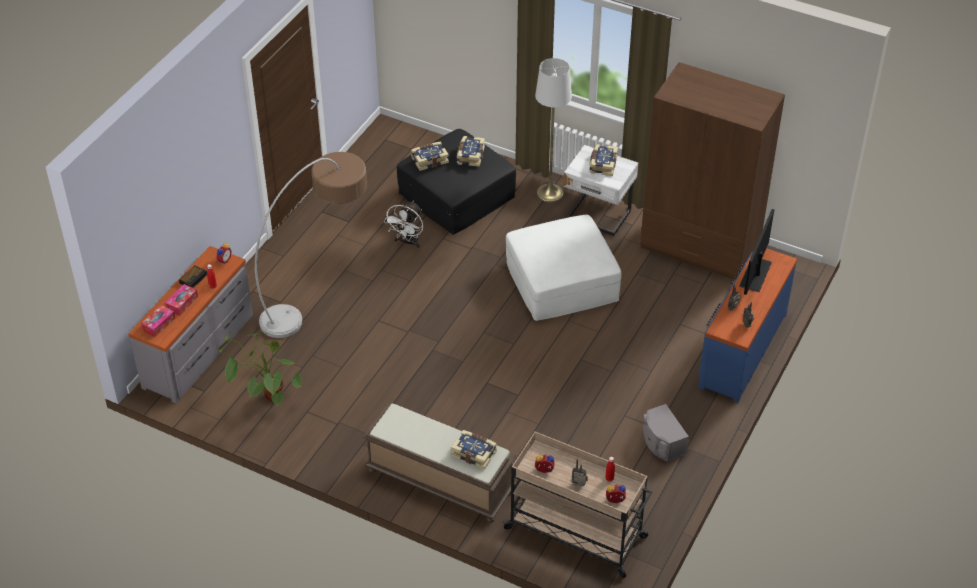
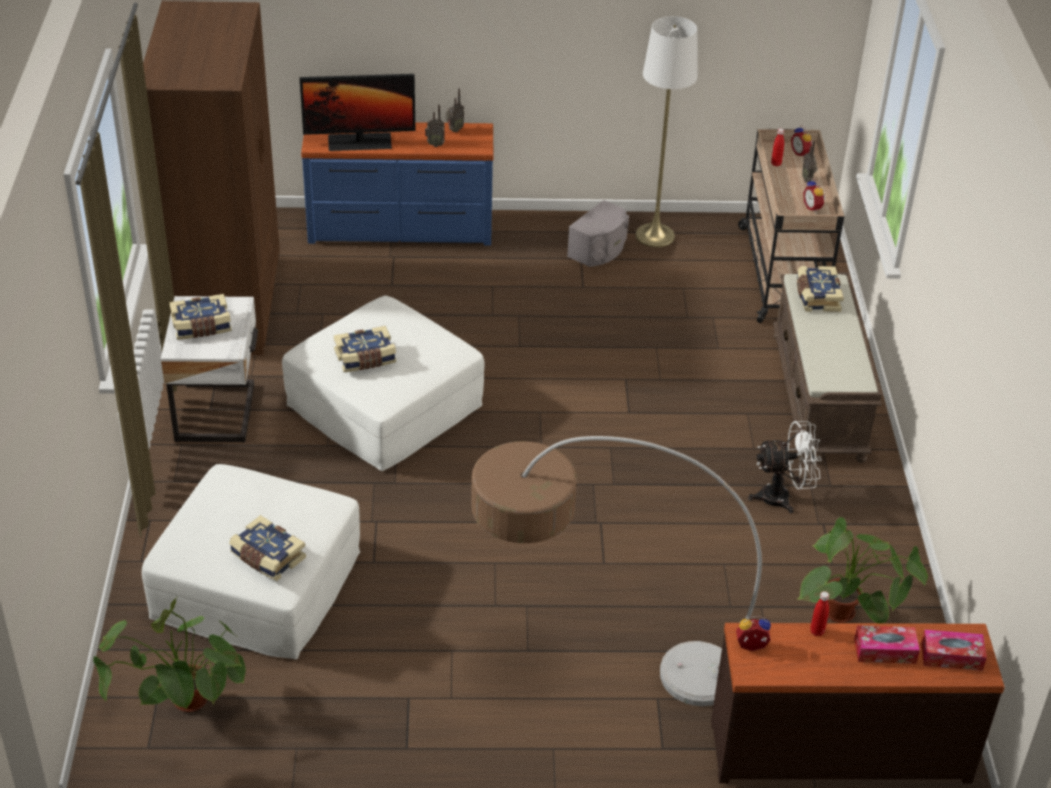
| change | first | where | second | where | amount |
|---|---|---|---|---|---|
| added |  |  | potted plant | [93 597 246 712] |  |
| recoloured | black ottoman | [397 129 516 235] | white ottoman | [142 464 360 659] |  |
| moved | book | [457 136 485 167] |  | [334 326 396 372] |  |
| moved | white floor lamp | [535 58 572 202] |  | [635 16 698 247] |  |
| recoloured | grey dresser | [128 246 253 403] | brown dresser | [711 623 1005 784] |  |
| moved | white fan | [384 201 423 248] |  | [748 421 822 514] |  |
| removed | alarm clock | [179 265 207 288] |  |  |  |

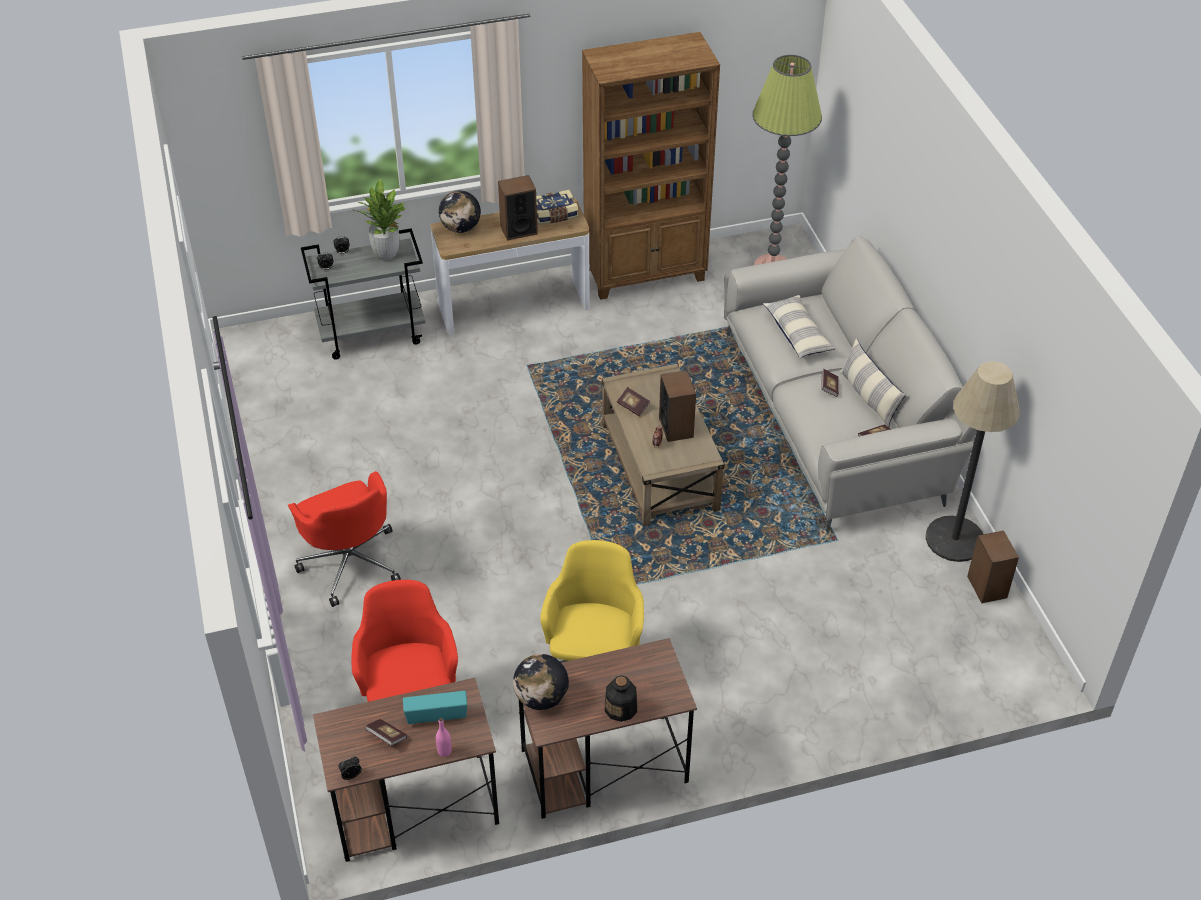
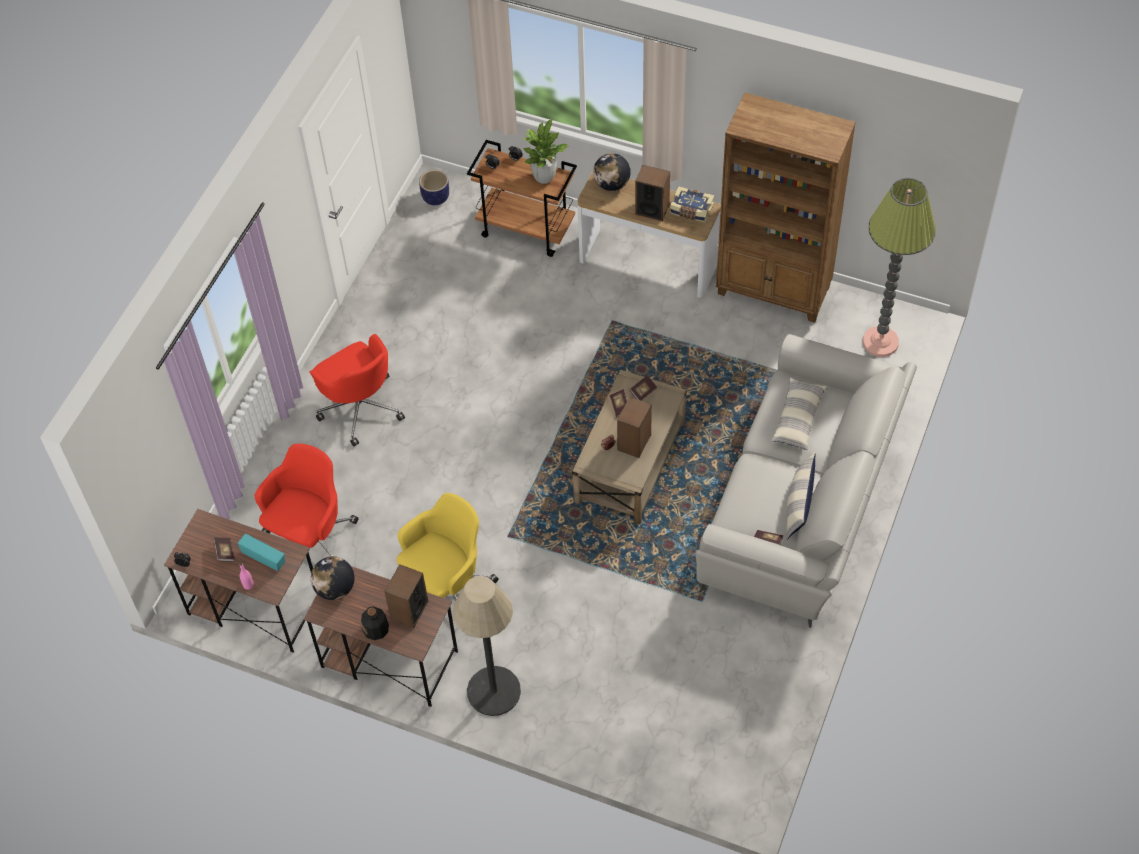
| change | first | where | second | where | amount |
|---|---|---|---|---|---|
| turned | red office chair | [288 471 401 607] |  | [309 334 405 446] | 45 degrees counterclockwise |
| moved | speaker | [967 530 1019 603] |  | [384 564 428 628] |  |
| added |  |  | planter | [419 170 449 205] |  |
| moved | floor lamp | [926 361 1020 562] |  | [453 576 521 716] |  |
| recoloured | grey cart | [301 228 425 360] | brown cart | [467 140 577 257] |  |
| moved | book | [821 369 839 397] |  | [630 375 657 400] |  |

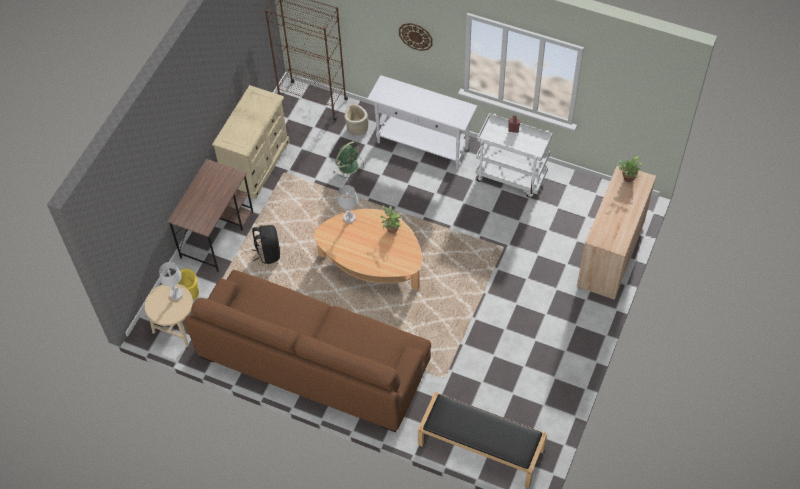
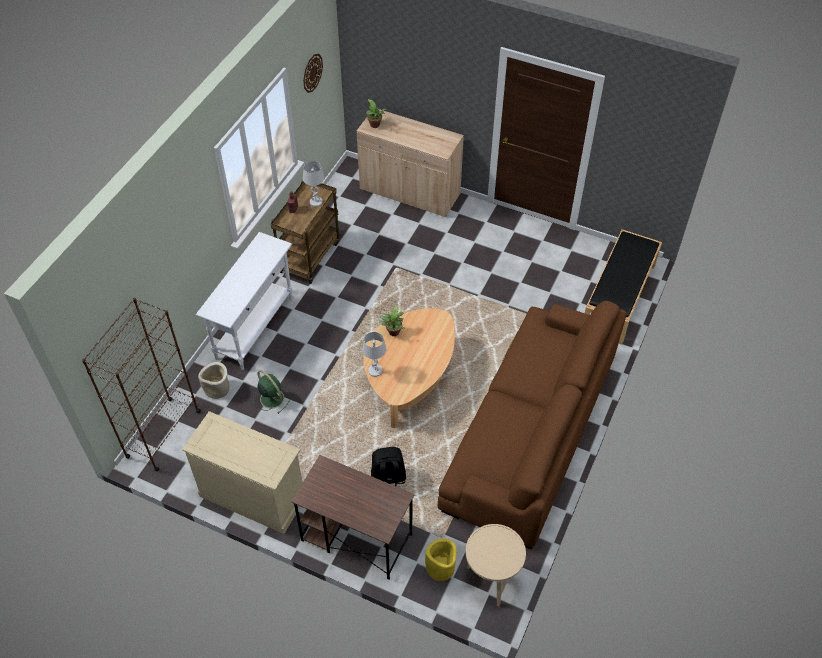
| change | first | where | second | where | amount |
|---|---|---|---|---|---|
| recoloured | white cart | [475 113 553 198] | brown cart | [271 181 340 284] |  |
| moved | wall clock | [399 23 433 51] |  | [303 54 323 93] |  |
| moved | white table lamp | [159 262 183 300] |  | [303 161 325 207] |  |

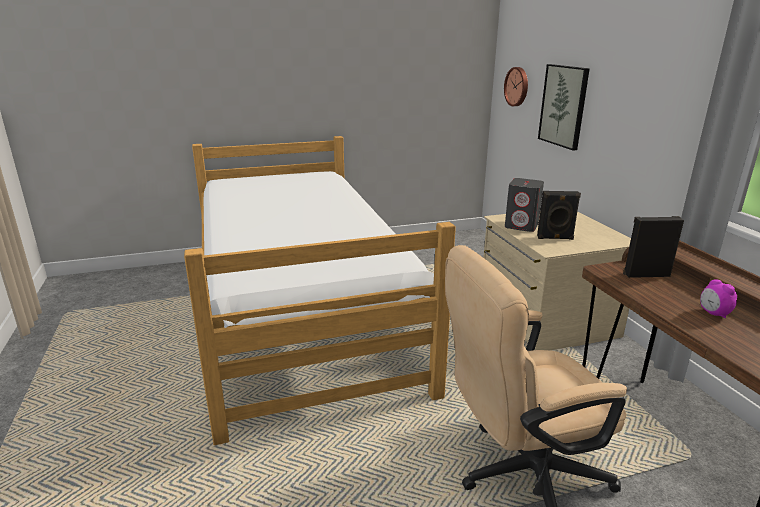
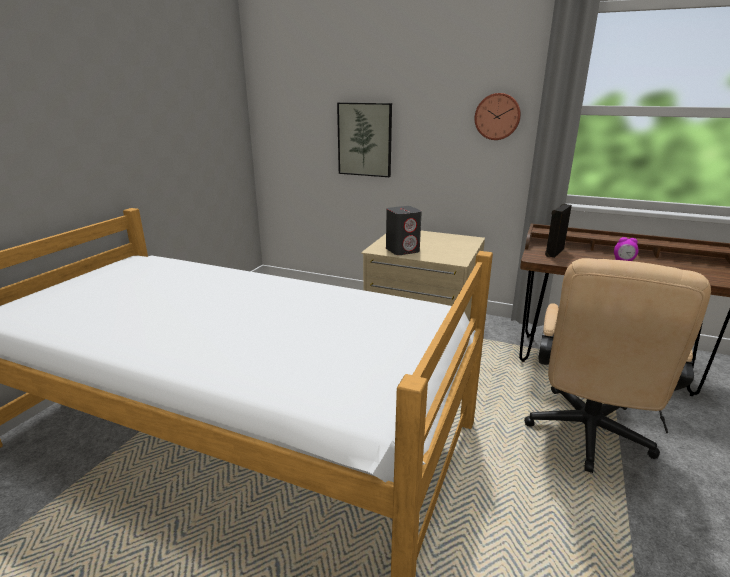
| change | first | where | second | where | amount |
|---|---|---|---|---|---|
| moved | wall clock | [504 67 528 106] |  | [475 93 521 140] |  |
| removed | black speaker | [537 191 581 240] |  |  |  |

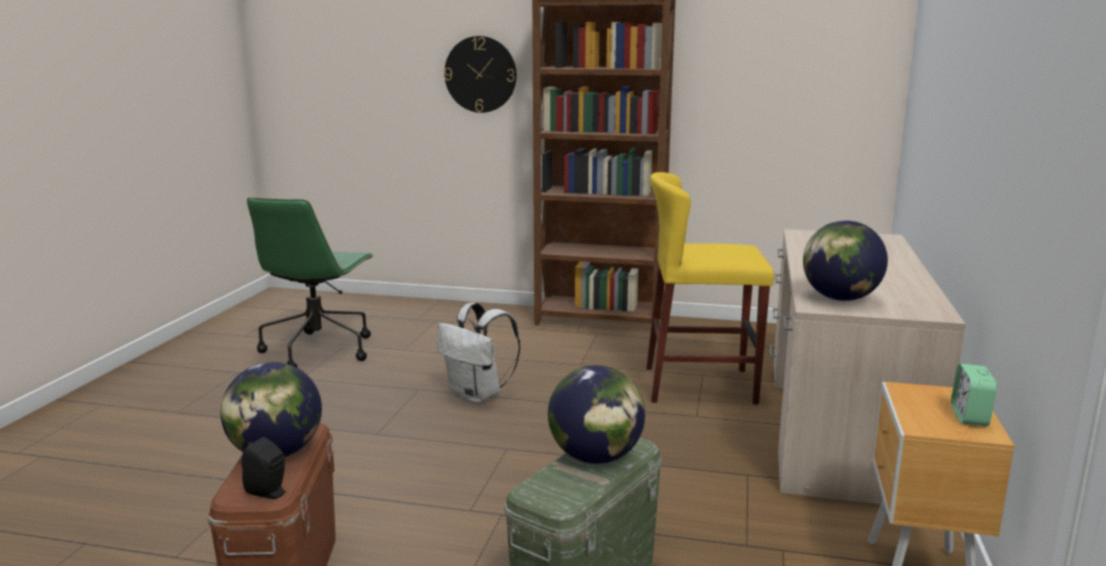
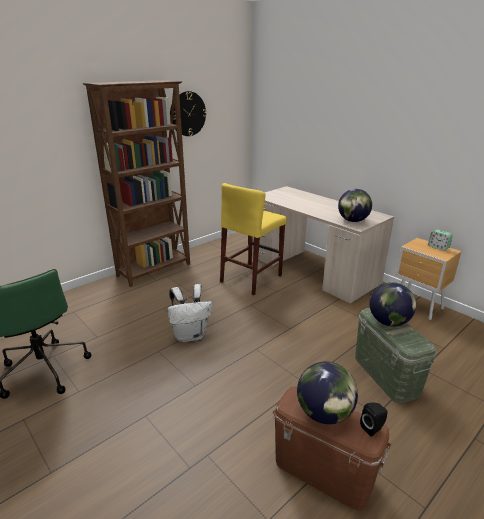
| change | first | where | second | where | amount |
|---|---|---|---|---|---|
| moved | wall clock | [444 36 517 113] |  | [170 91 207 136] |  |

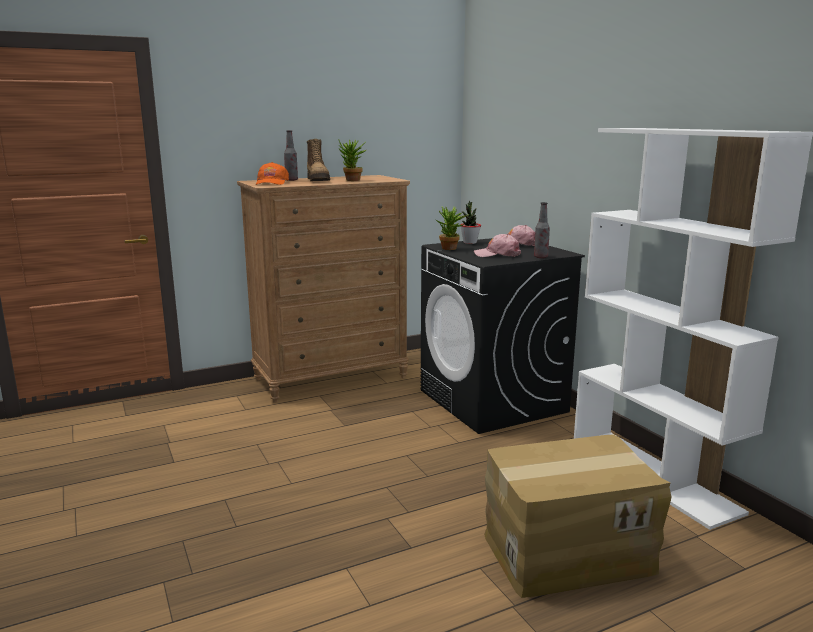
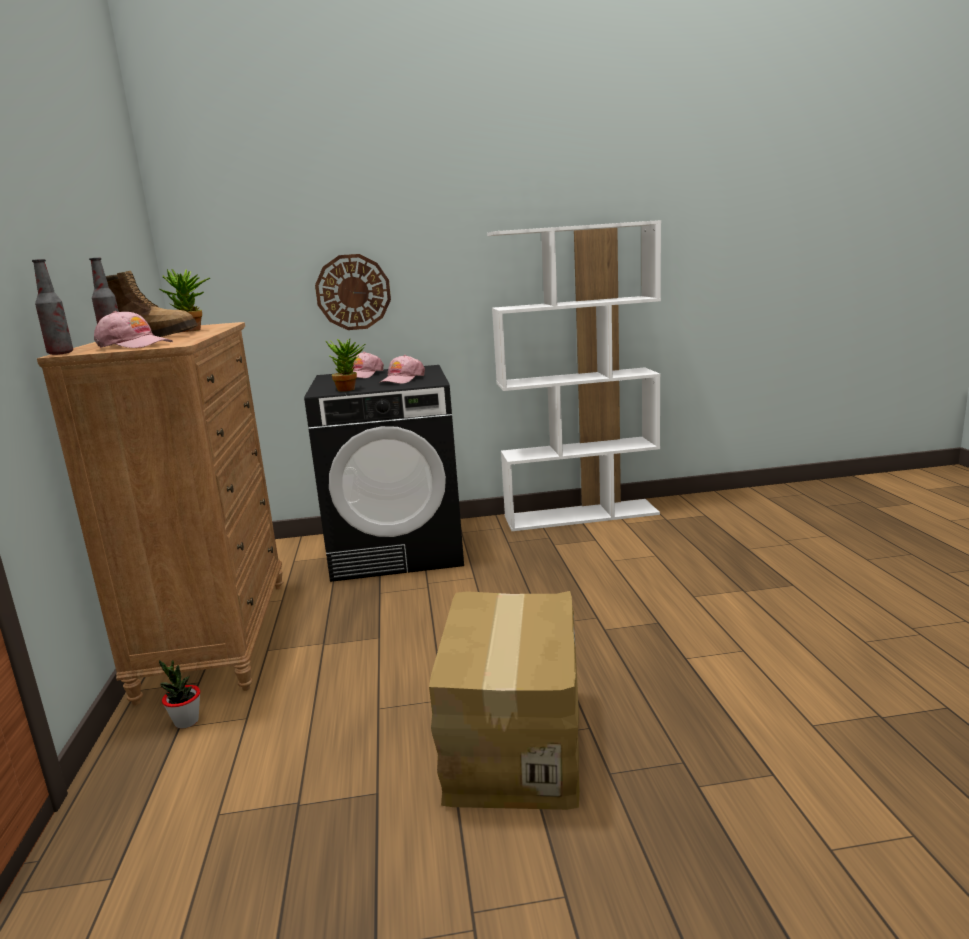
| change | first | where | second | where | amount |
|---|---|---|---|---|---|
| moved | bottle | [534 202 550 258] |  | [32 259 73 355] |  |
| recoloured | orange cap | [256 162 289 185] | pink cap | [94 311 173 348] |  |
| moved | potted plant | [460 201 481 244] |  | [159 660 200 729] |  |
| added |  |  | wall clock | [315 254 391 330] |  |
| moved | cardboard box | [484 434 671 598] |  | [429 591 580 810] |  |

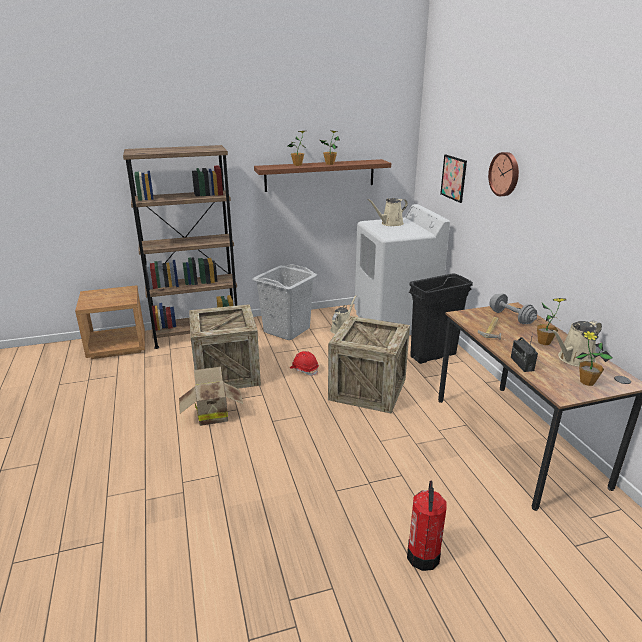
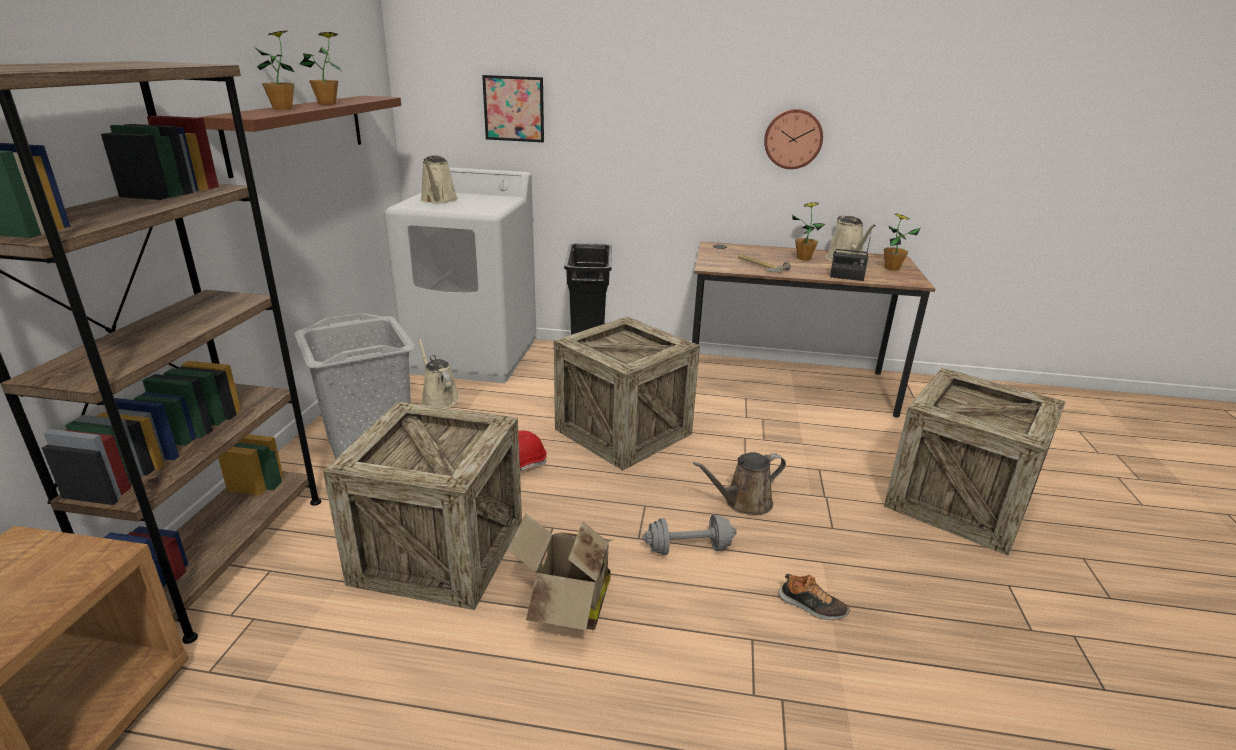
| change | first | where | second | where | amount |
|---|---|---|---|---|---|
| moved | grey dumbbell | [489 293 537 324] |  | [642 515 737 555] |  |
| added |  |  | brown watering can | [693 452 786 515] |  |
| moved | wall clock | [488 152 519 196] |  | [764 109 823 169] |  |
| added |  |  | shoe | [778 574 850 620] |  |
| replaced | fire extinguisher | [407 481 446 571] | crate | [884 368 1066 556] |  |

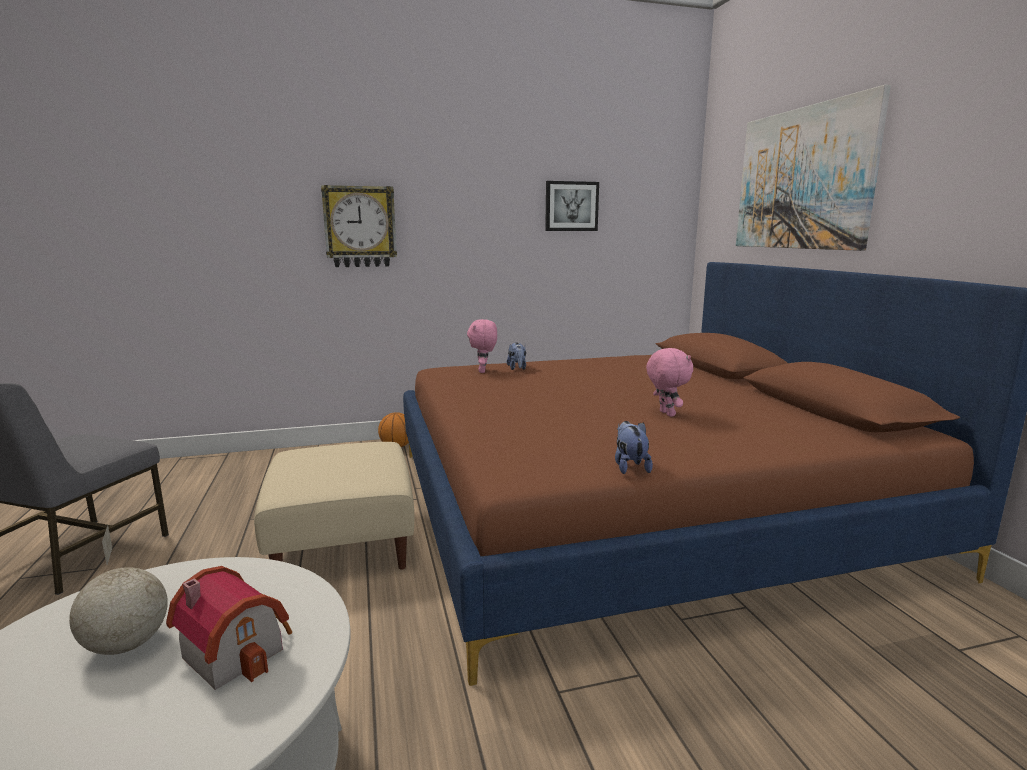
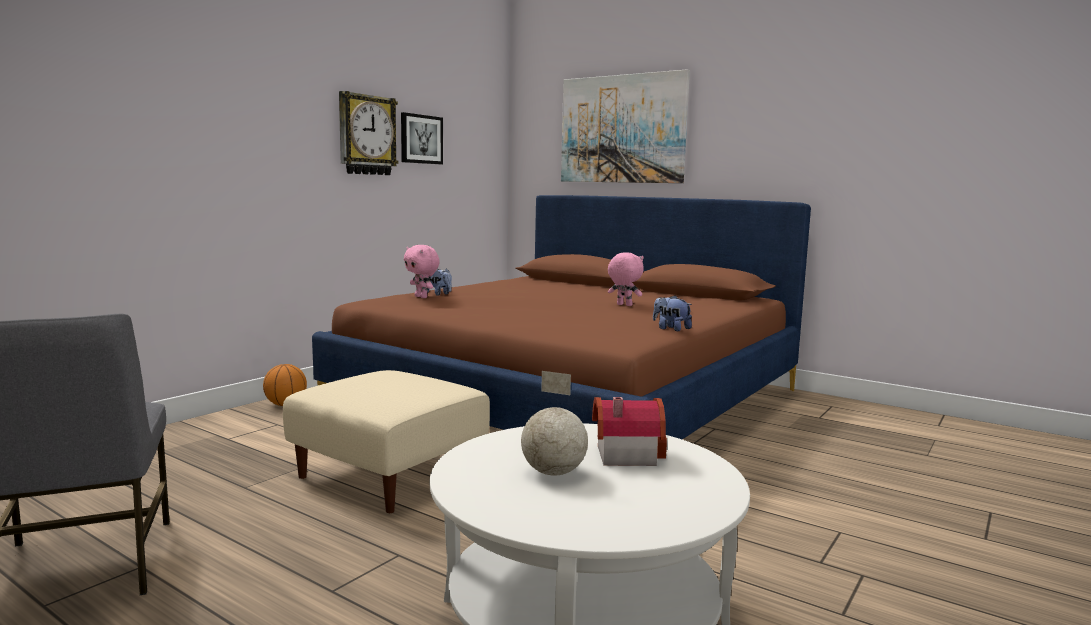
| change | first | where | second | where | amount |
|---|---|---|---|---|---|
| moved | wall clock | [321 185 397 267] |  | [339 91 398 175] |  |

